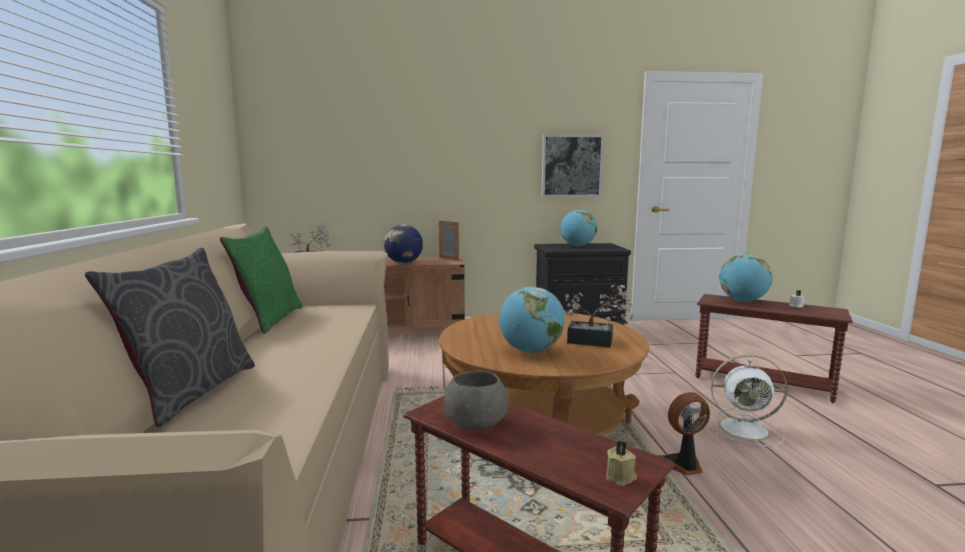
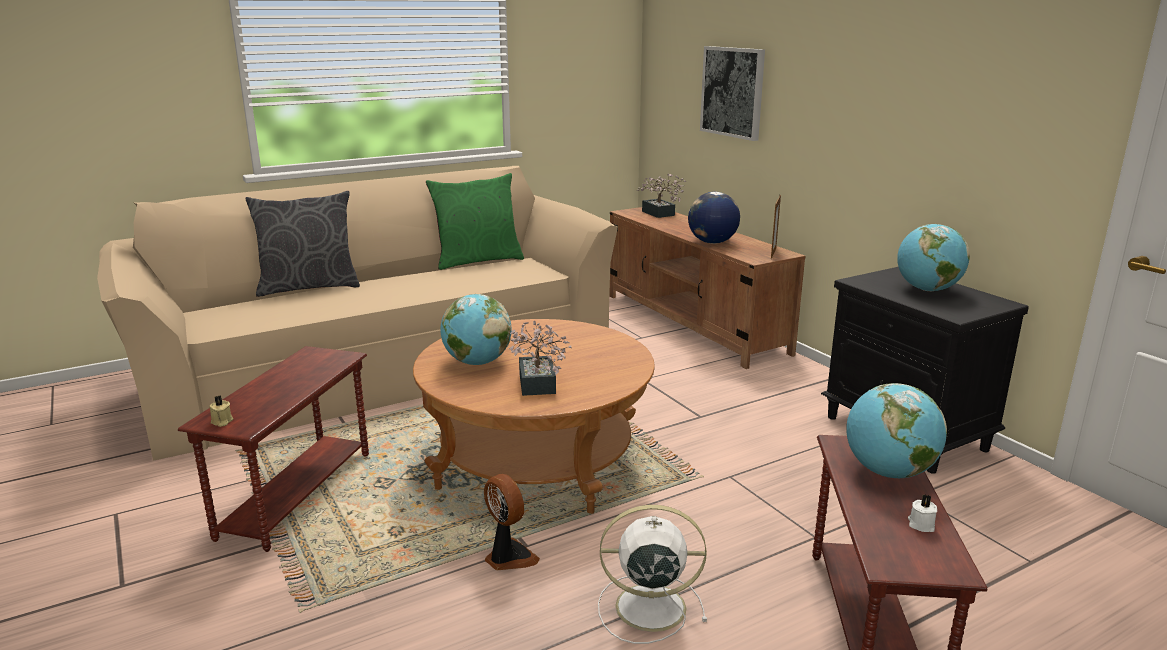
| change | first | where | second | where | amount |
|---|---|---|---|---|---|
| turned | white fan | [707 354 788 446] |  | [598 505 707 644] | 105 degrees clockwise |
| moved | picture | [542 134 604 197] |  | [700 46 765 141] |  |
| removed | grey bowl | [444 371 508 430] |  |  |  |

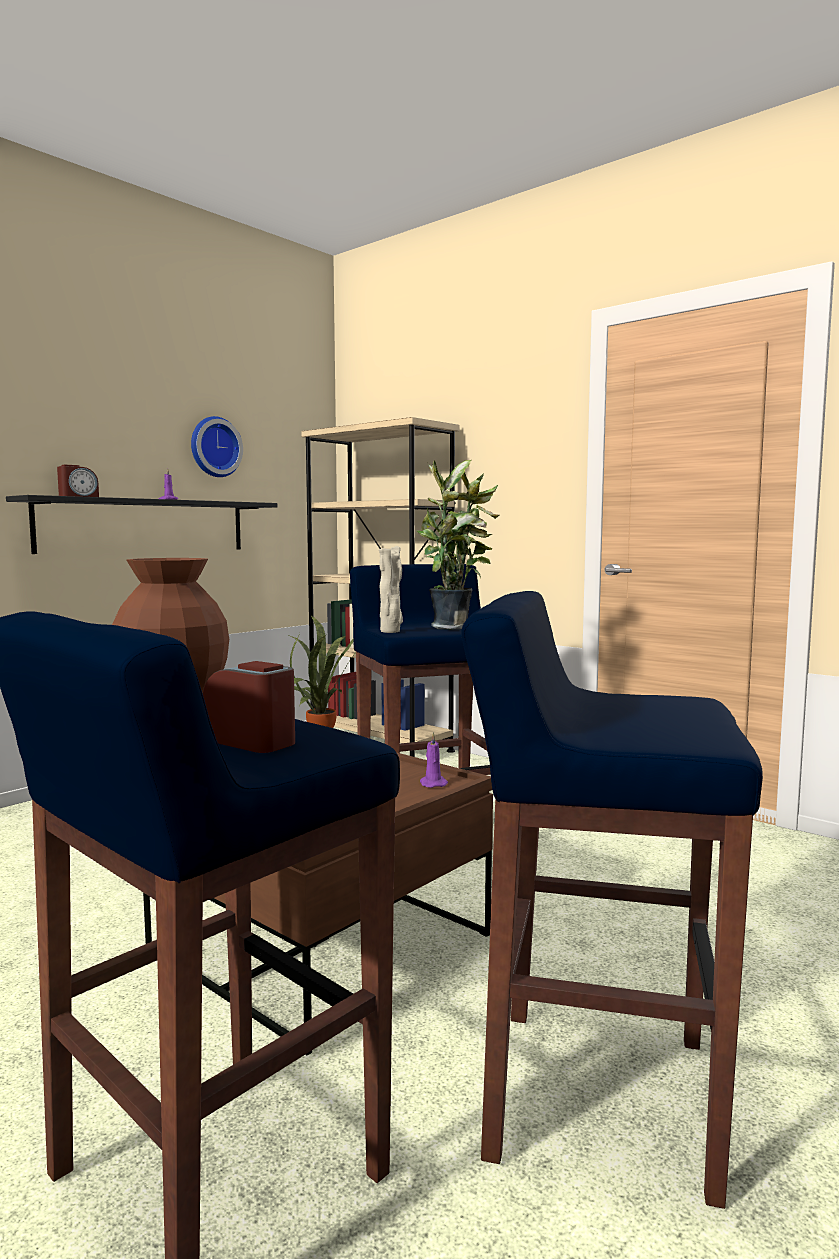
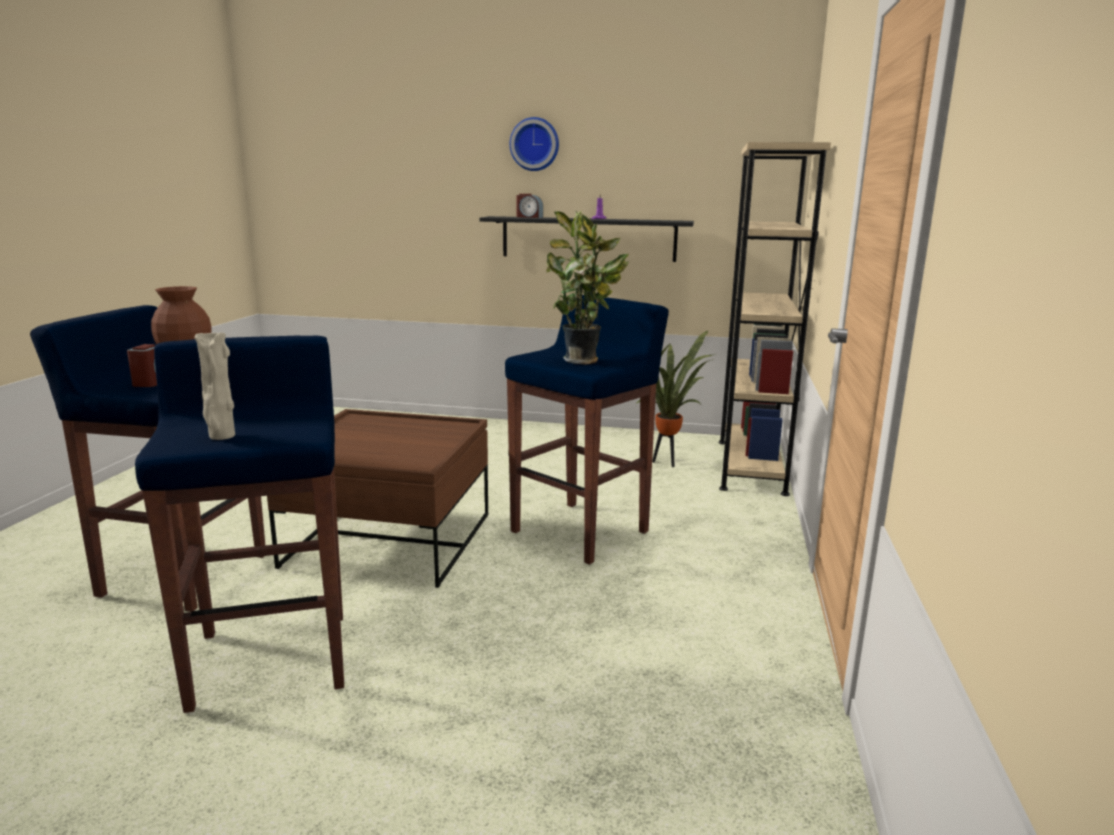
| change | first | where | second | where | amount |
|---|---|---|---|---|---|
| moved | beige vase | [379 546 403 633] |  | [195 332 235 440] |  |
| moved | wall clock | [191 416 243 477] |  | [510 117 559 171] |  |
| removed | purple candle | [420 732 448 788] |  |  |  |

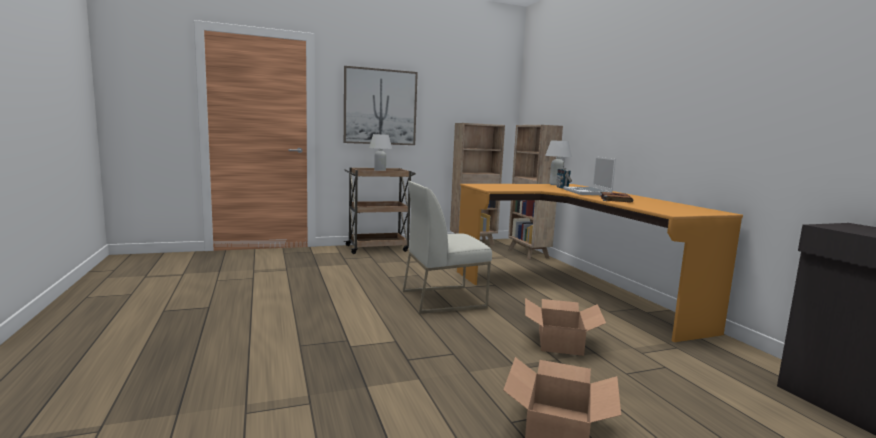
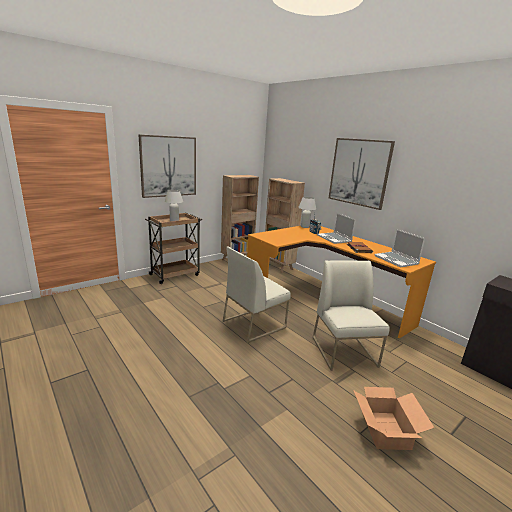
| change | first | where | second | where | amount |
|---|---|---|---|---|---|
| replaced | cardboard box | [525 298 606 356] | white chair | [313 261 390 371] |  |
| added |  |  | picture | [329 138 395 210] |  |
| added |  |  | laptop | [375 229 425 268] |  |

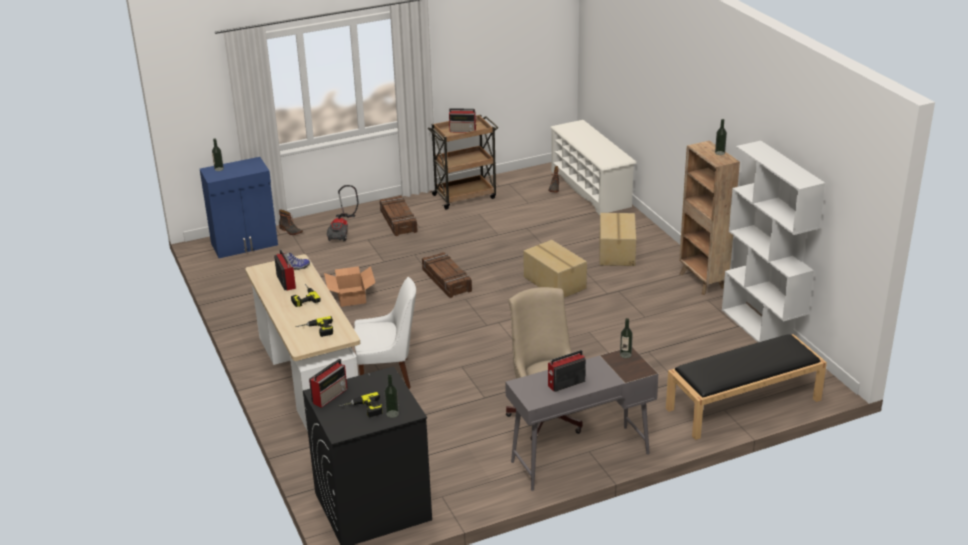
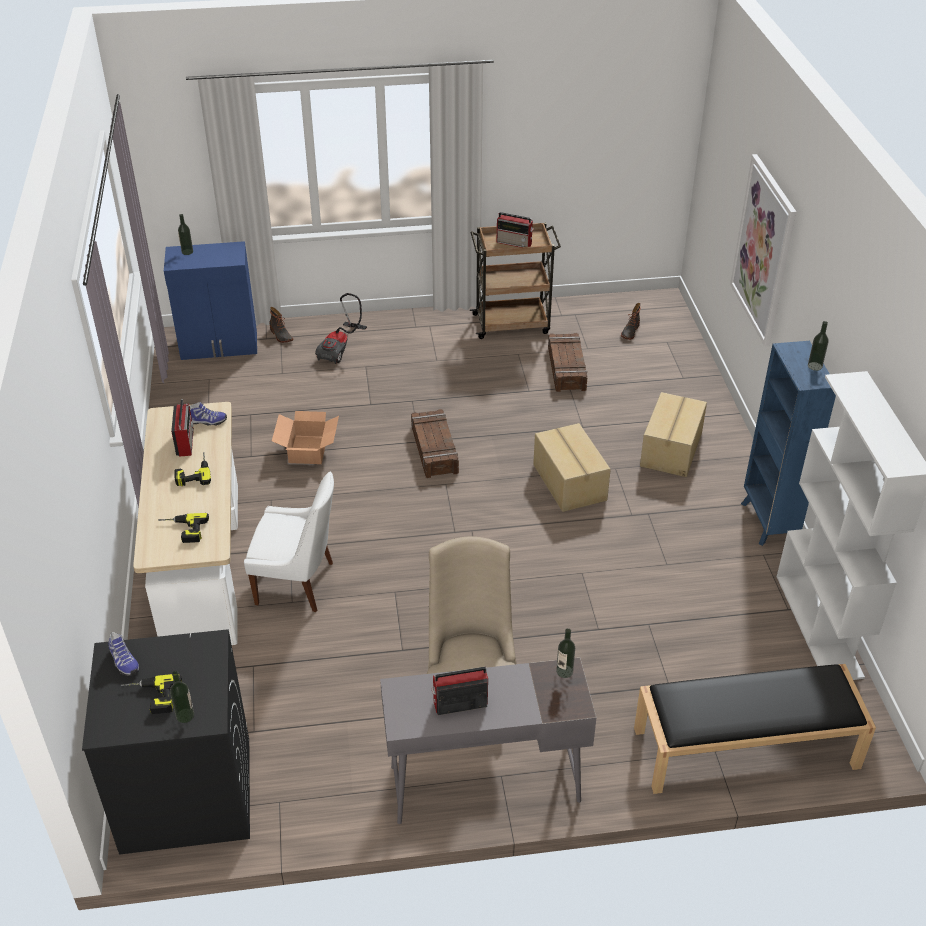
| change | first | where | second | where | amount |
|---|---|---|---|---|---|
| replaced | radio | [309 359 347 408] | shoe | [108 632 139 676] |  |
| moved | crate | [380 196 418 236] |  | [548 333 587 392] |  |
| added |  |  | picture | [730 154 796 346] |  |
| recoloured | brown bookcase | [679 141 740 295] | blue bookcase | [741 341 836 546] |  |
| removed | white shoe rack | [551 120 637 215] |  |  |  |

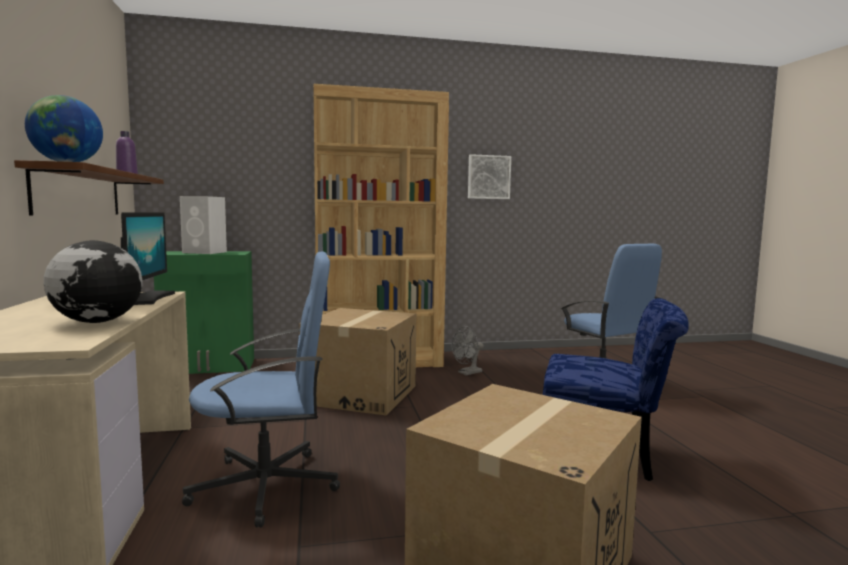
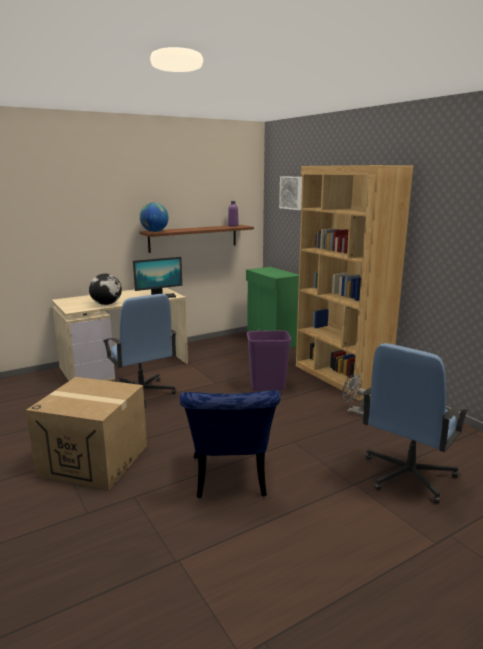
| change | first | where | second | where | amount |
|---|---|---|---|---|---|
| replaced | cardboard box | [299 308 416 416] | purple trash can | [247 331 291 391] |  |
| moved | picture | [468 154 511 199] |  | [279 176 302 210] |  |
| removed | white speaker | [180 196 227 254] |  |  |  |

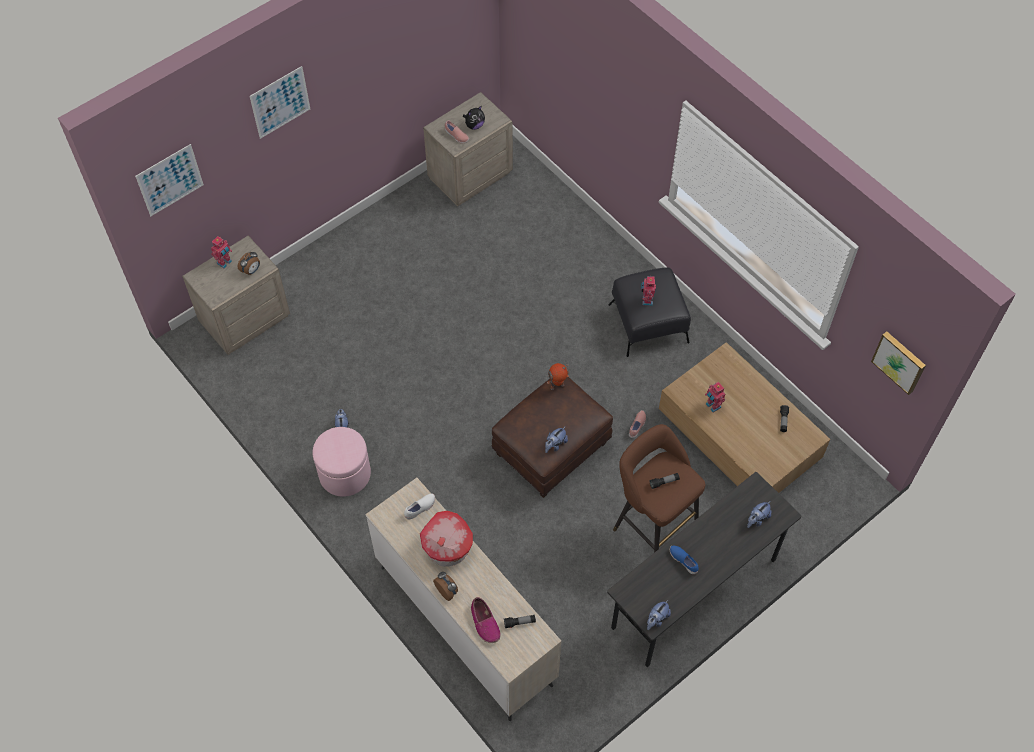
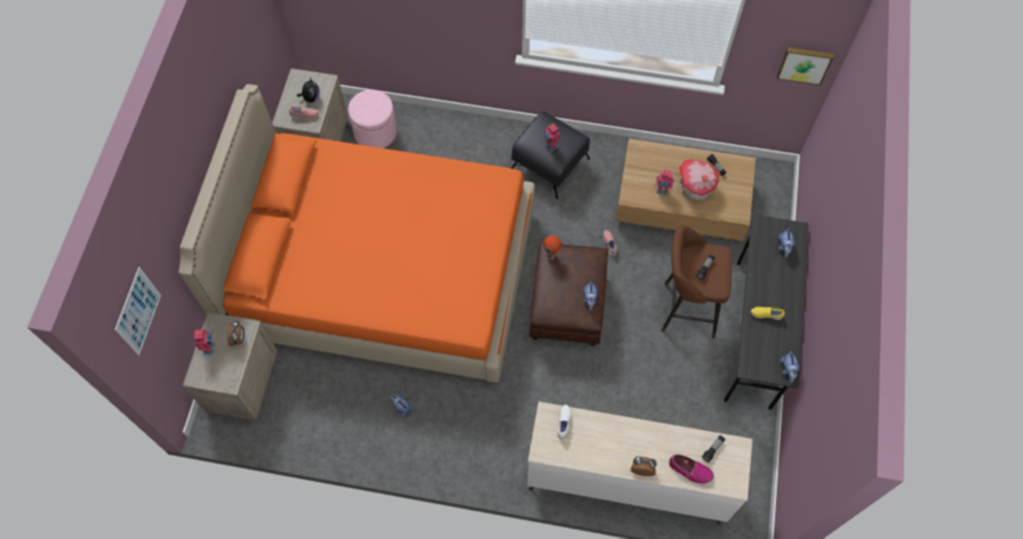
| change | first | where | second | where | amount |
|---|---|---|---|---|---|
| added |  |  | orange bed | [178 84 535 384] |  |
| moved | pink ottoman | [313 427 371 497] |  | [348 90 397 148] |  |
| moved | toy house | [420 511 473 567] |  | [679 159 719 200] |  |
| recoloured | blue shoe | [670 546 699 574] | yellow shoe | [751 307 785 320] |  |
| removed | picture | [250 66 310 139] |  |  |  |

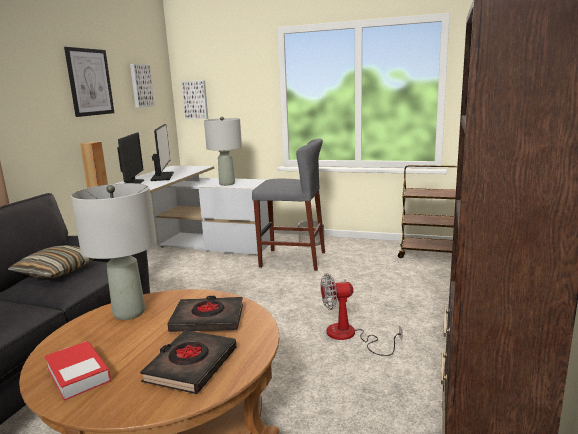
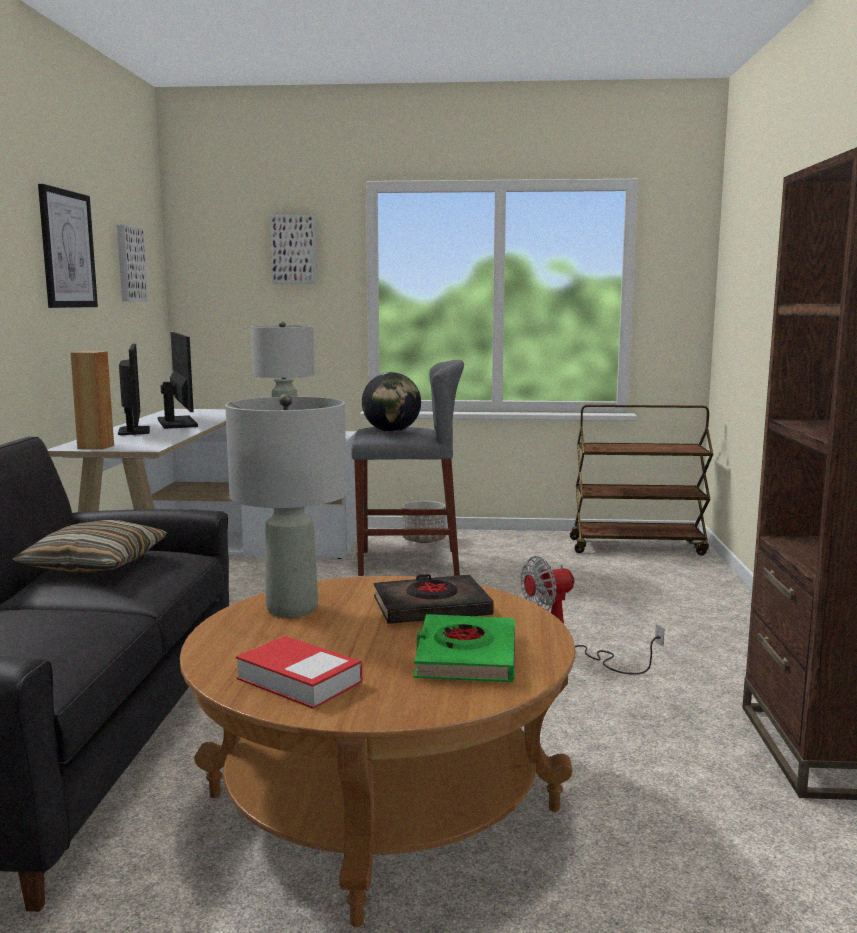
| change | first | where | second | where | amount |
|---|---|---|---|---|---|
| moved | picture | [181 80 208 119] |  | [270 215 317 283] |  |
| added |  |  | globe | [362 372 421 432] |  |
| recoloured | black book | [140 330 237 394] | green book | [414 614 515 682] |  |

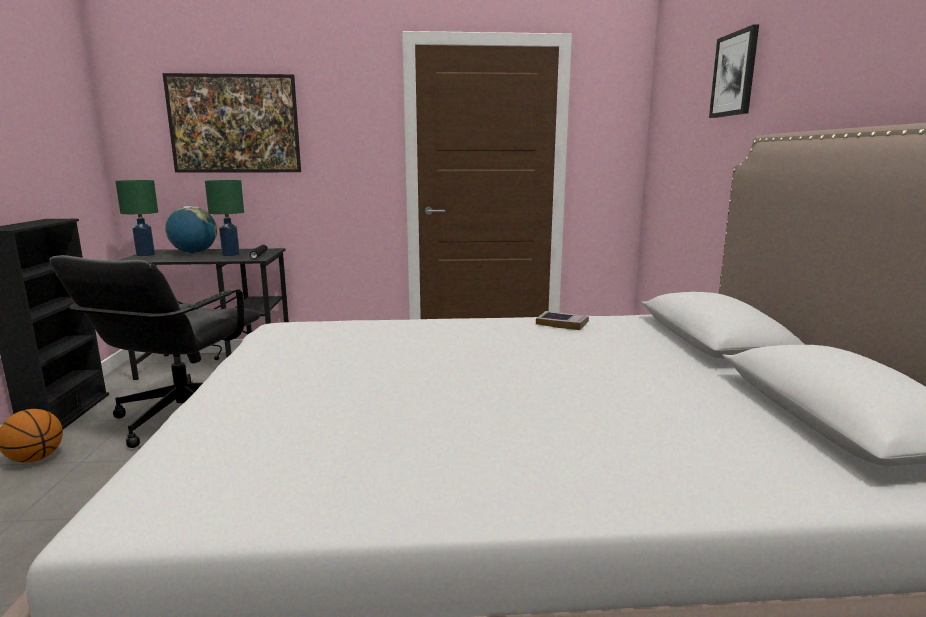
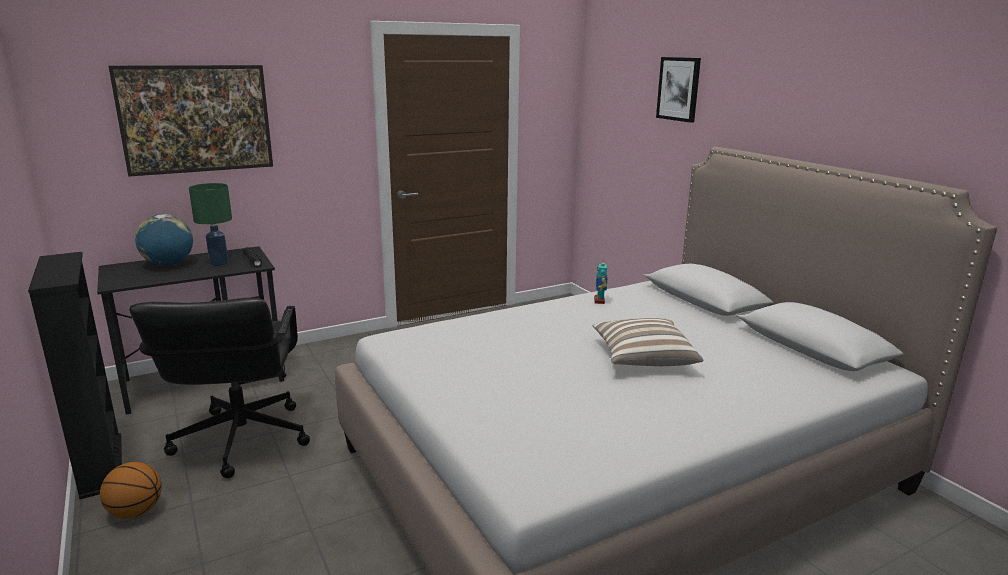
| change | first | where | second | where | amount |
|---|---|---|---|---|---|
| added |  |  | pillow | [592 318 704 366] |  |
| replaced | book | [536 311 589 330] | toy robot | [594 263 607 304] |  |
| removed | green table lamp | [115 180 158 256] |  |  |  |

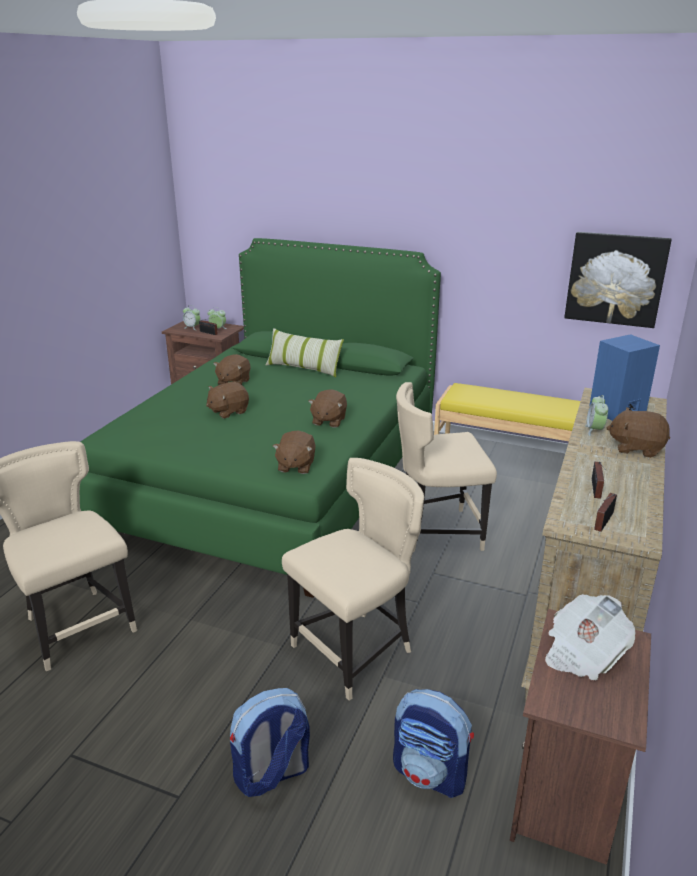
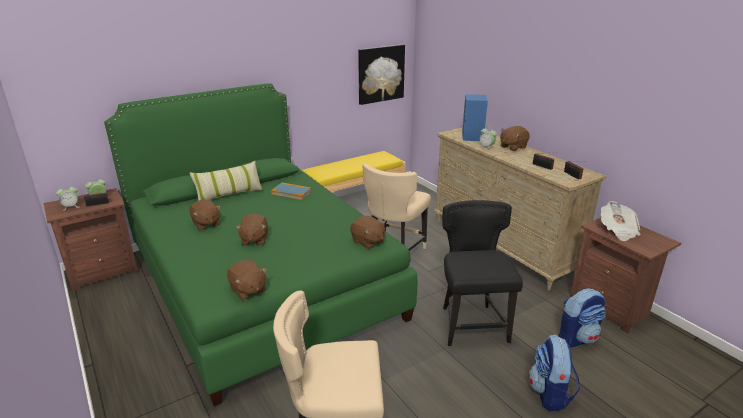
| change | first | where | second | where | amount |
|---|---|---|---|---|---|
| moved | brown plush toy | [308 389 347 428] |  | [227 260 267 300] |  |
| added |  |  | book | [271 183 312 200] |  |
| recoloured | beige chair | [282 458 424 701] | black chair | [442 200 523 346] |  |

